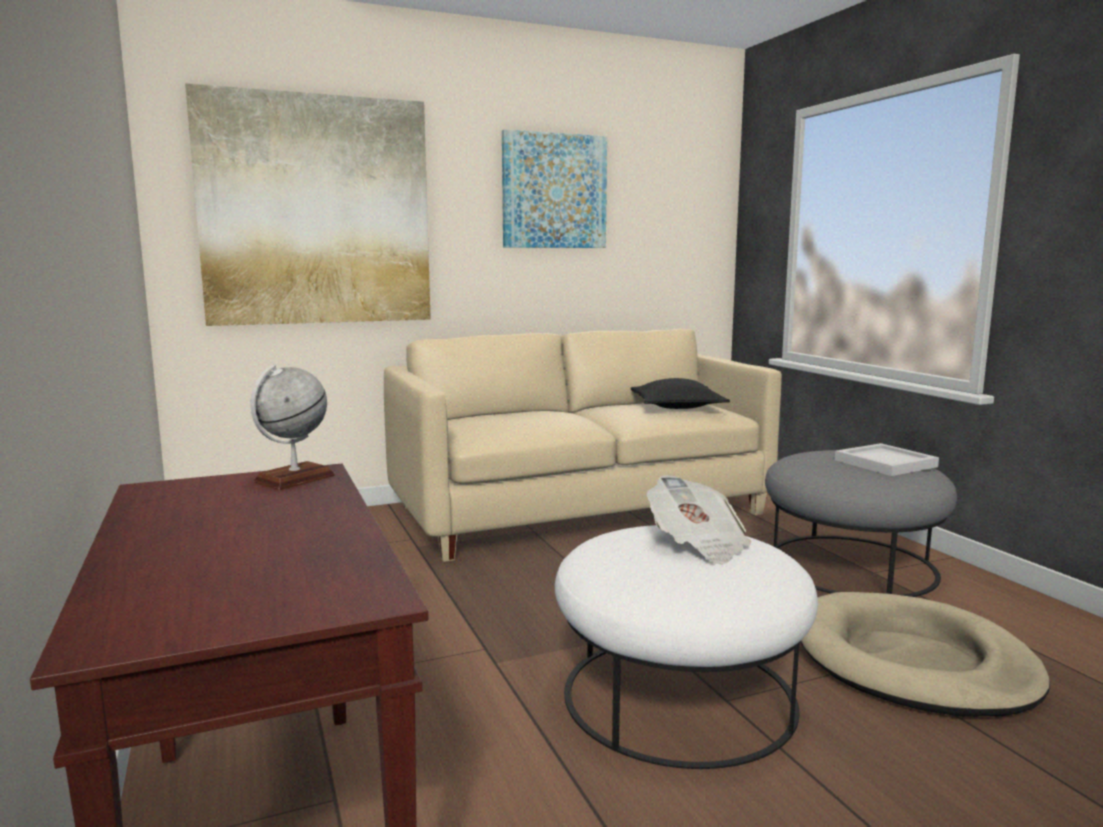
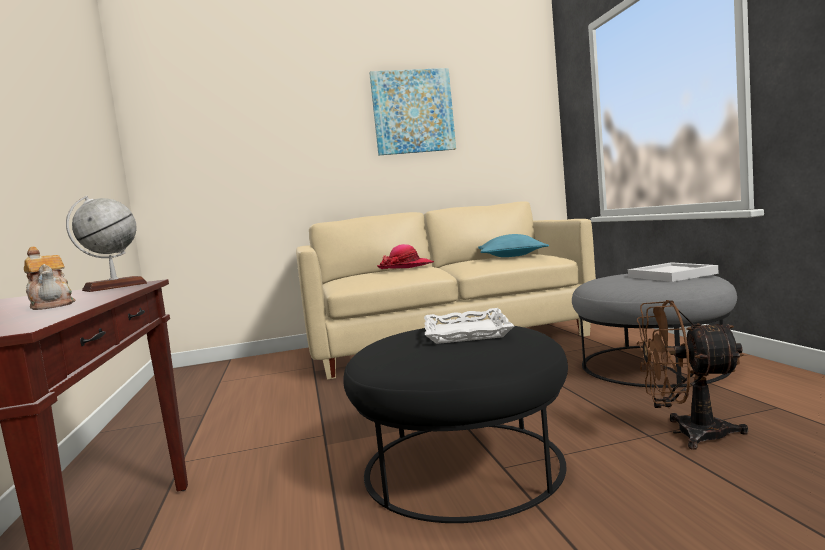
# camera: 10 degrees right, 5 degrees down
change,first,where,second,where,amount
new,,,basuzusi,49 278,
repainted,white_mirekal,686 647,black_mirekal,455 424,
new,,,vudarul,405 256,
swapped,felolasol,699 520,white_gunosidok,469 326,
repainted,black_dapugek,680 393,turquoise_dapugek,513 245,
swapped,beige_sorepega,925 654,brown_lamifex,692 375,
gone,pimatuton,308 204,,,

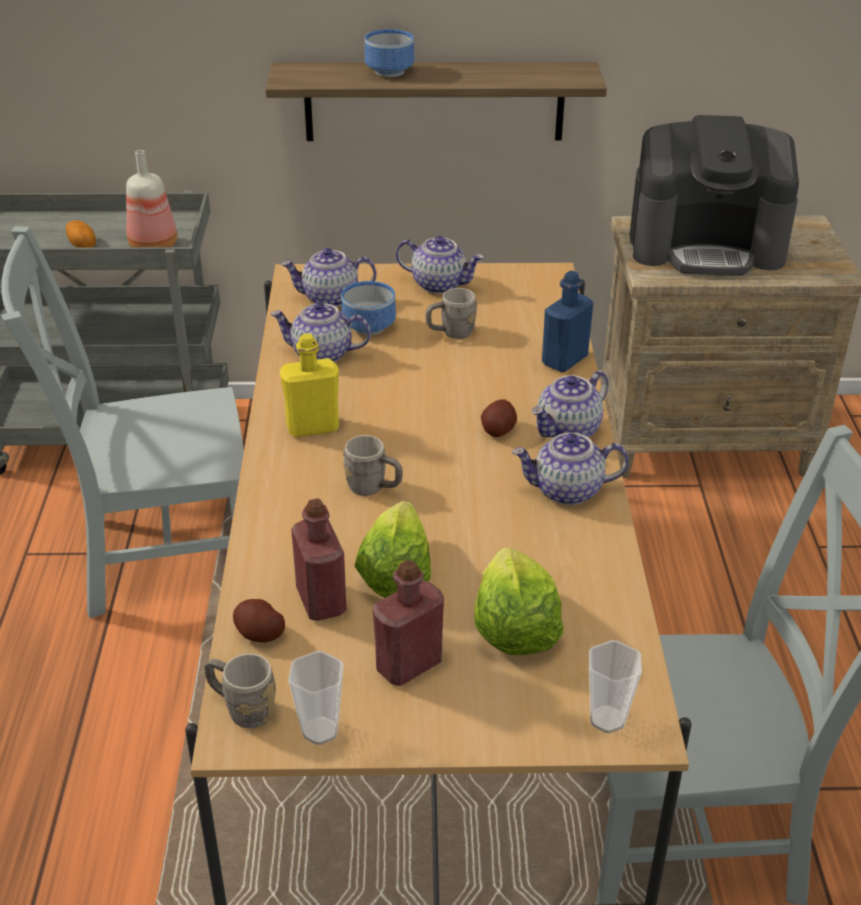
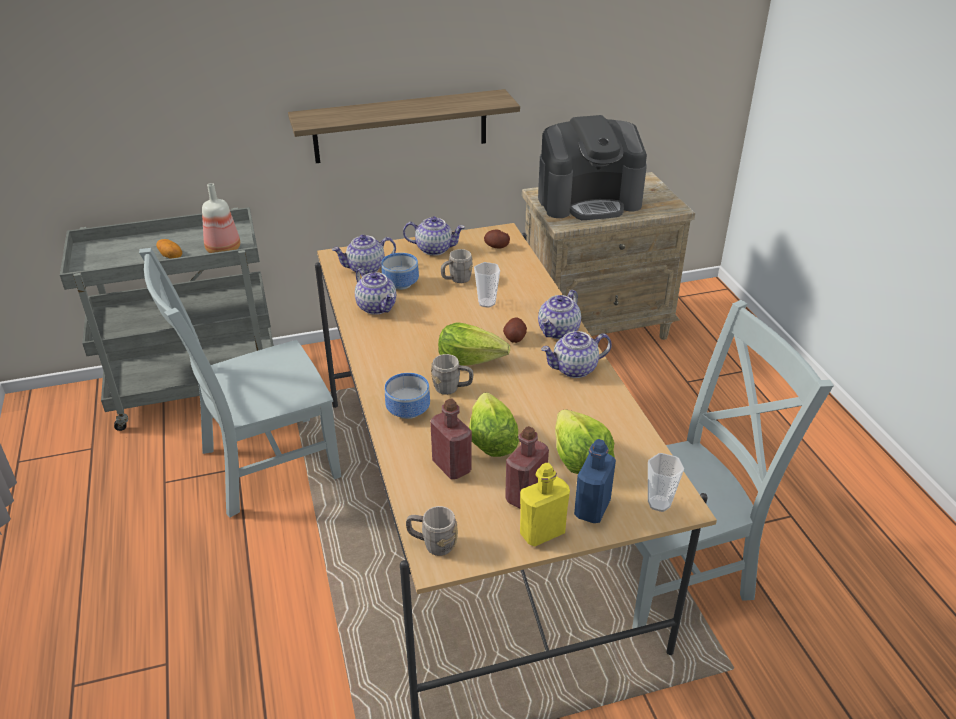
# camera: 15 degrees left, 0 degrees up
change,first,where,second,where,amount
rotated,basuzusi,320 332,,375 291,120 degrees counterclockwise
shifted,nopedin,390 53,,407 396,
new,,,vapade,474 344,
shifted,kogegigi,316 698,,487 285,
shifted,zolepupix,259 621,,497 239,
shifted,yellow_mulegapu,309 385,,545 505,
shifted,blue_mulegapu,567 321,,595 481,

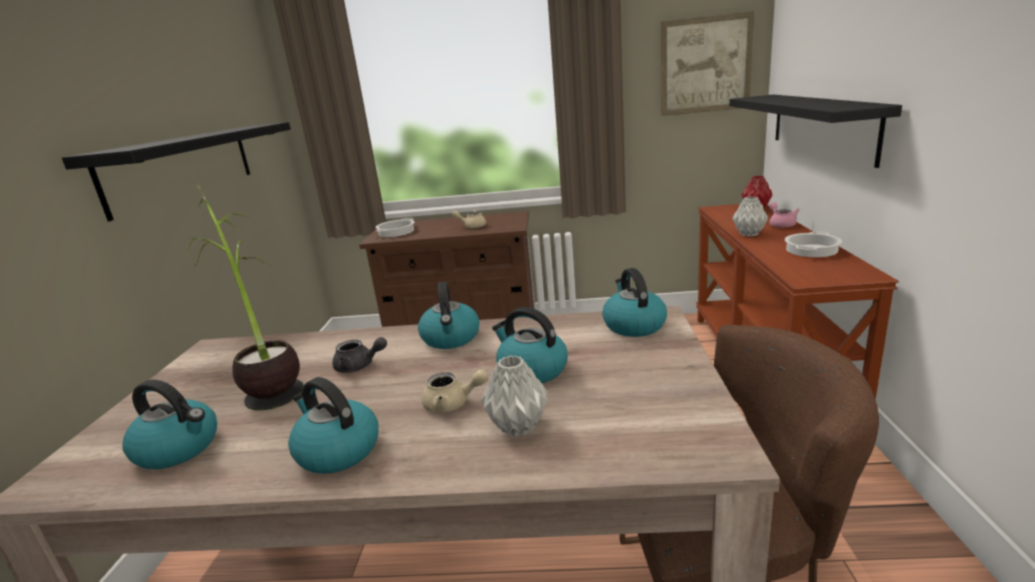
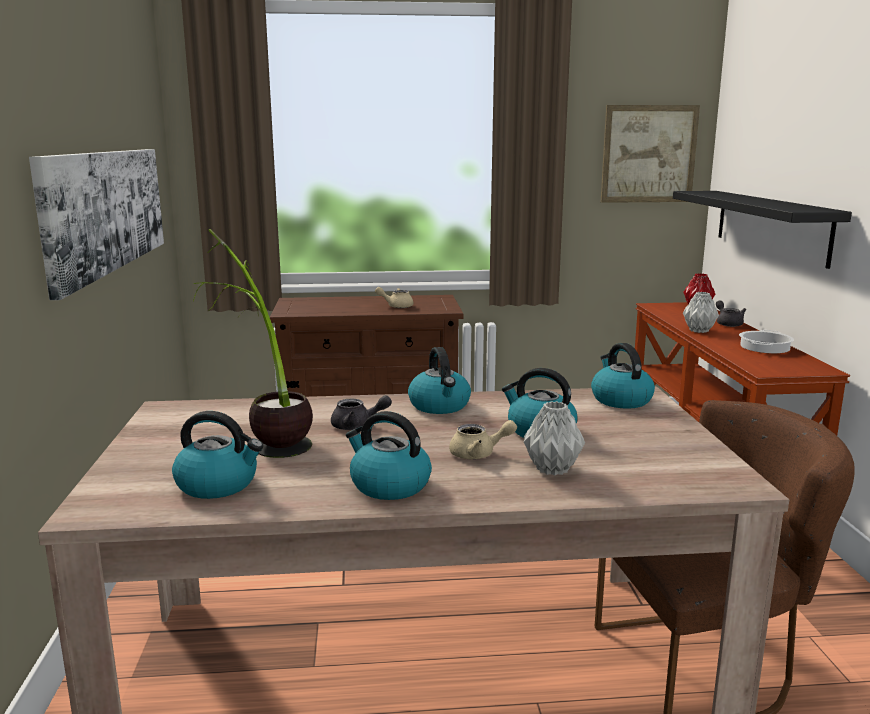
# camera: 10 degrees left, 5 degrees down
change,first,where,second,where,amount
swapped,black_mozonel,176 171,pimatuton,96 224,
repainted,pink_basuzusi,784 215,grey_basuzusi,731 313,
gone,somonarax,394 227,,,

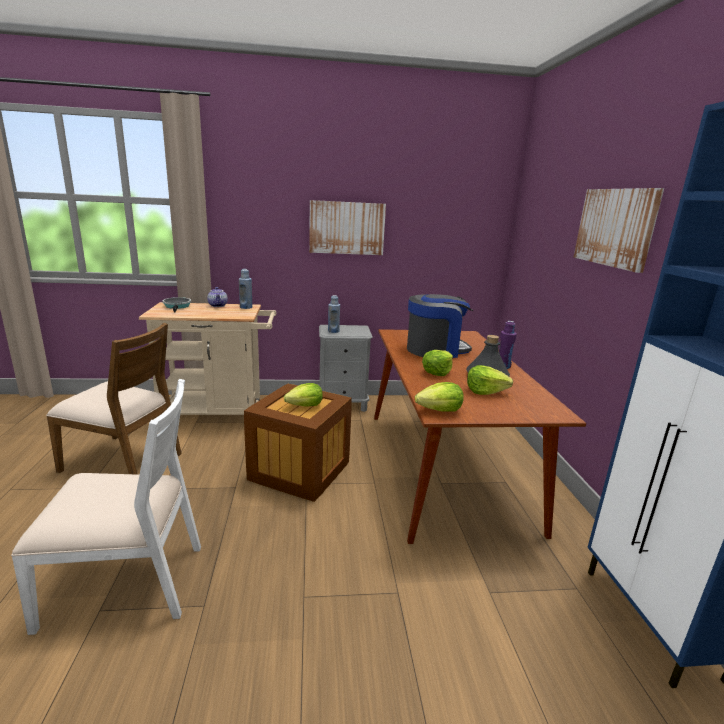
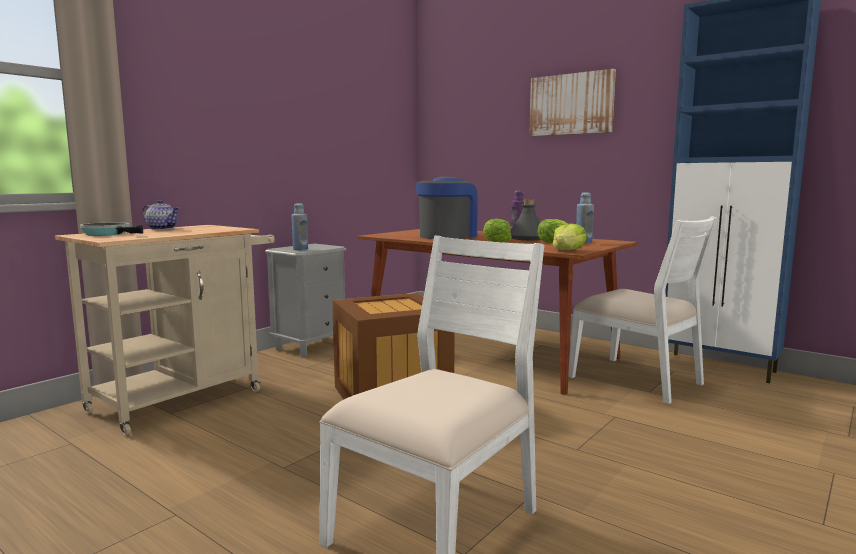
# camera: 45 degrees left, 10 degrees down
change,first,where,second,where,amount
new,,,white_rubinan,642 310,
shifted,blue_mulegapu,245 289,,585 218,
gone,brown_rubinan,114 399,,,
gone,vapade,303 395,,,
gone,pimatuton,347 227,,,

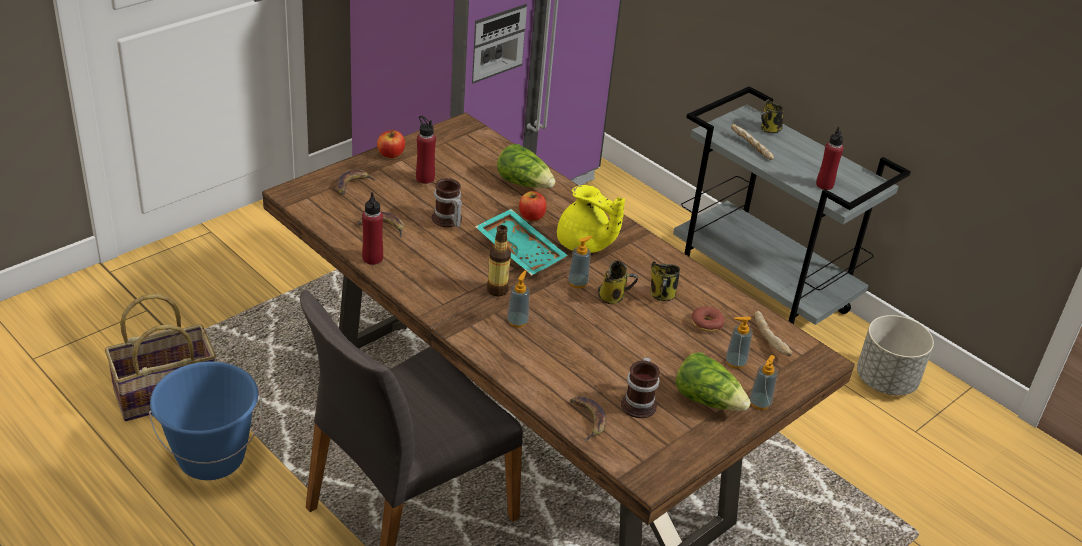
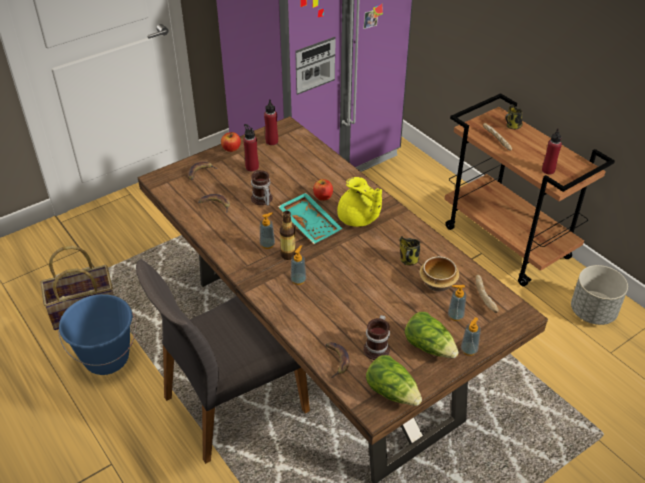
# camera: 10 degrees right, 5 degrees up
change,first,where,second,where,amount
shifted,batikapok,580 262,,267 230,
shifted,red_mulegapu,372 228,,271 122,
shifted,vapade,526 166,,394 380,
swapped,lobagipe,708 319,nopedin,439 274,
repainted,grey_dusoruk,792 205,brown_dusoruk,530 189,
gone,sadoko,618 282,,,

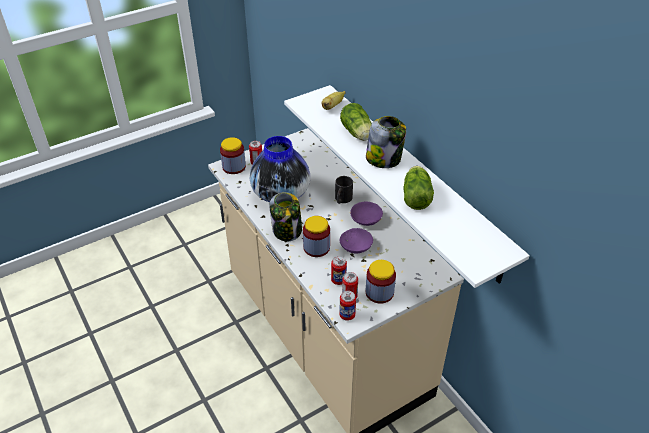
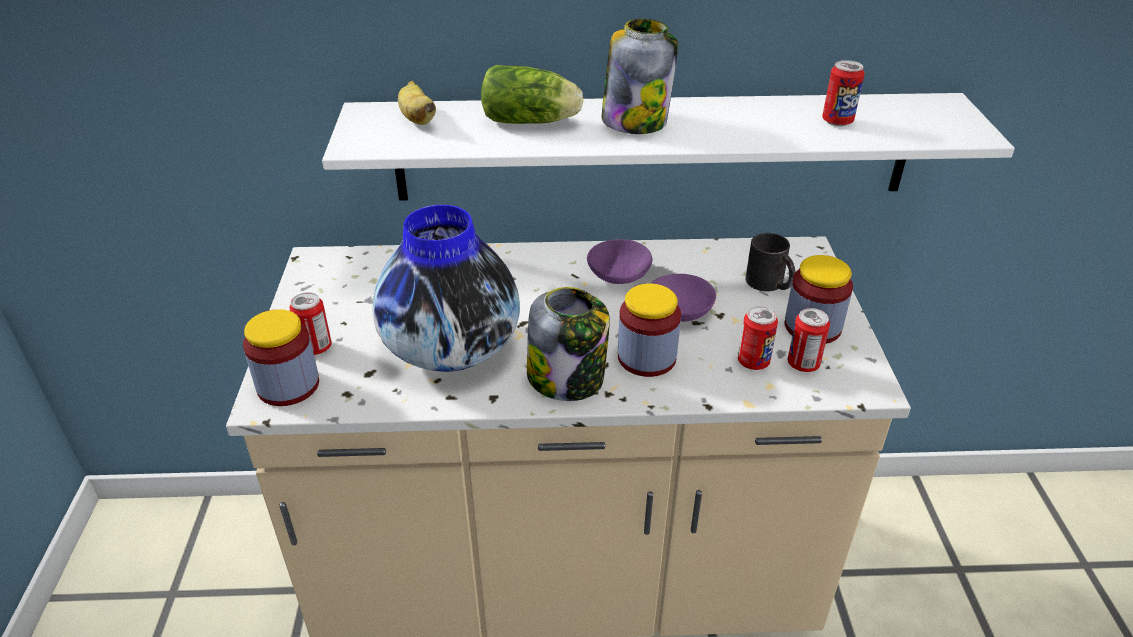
# camera: 60 degrees left, 5 degrees down
change,first,where,second,where,amount
shifted,black_sadoko,344 190,,770 262,
shifted,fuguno,347 306,,843 93,
gone,vapade,418 188,,,

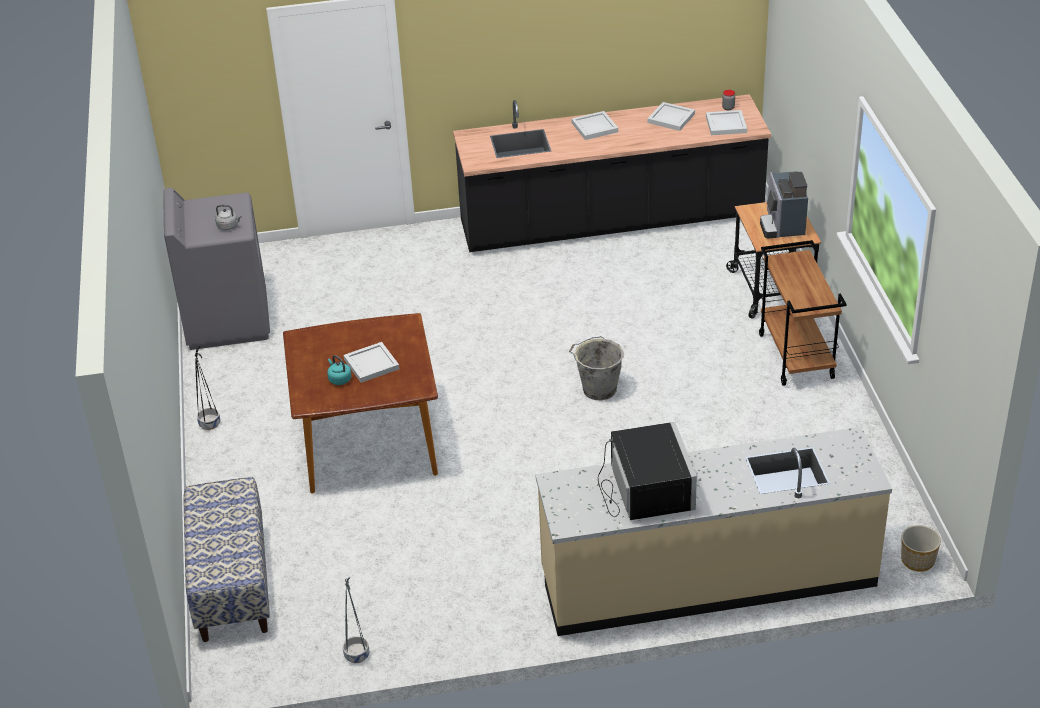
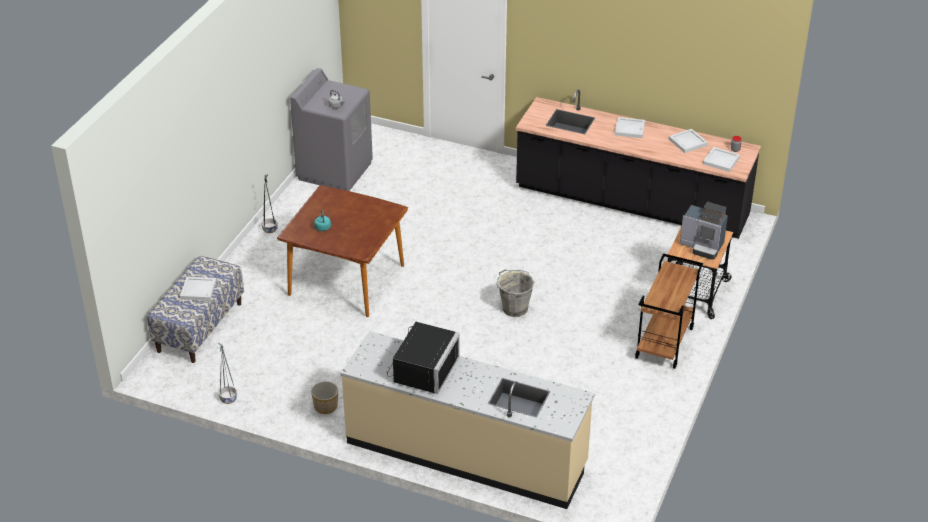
# camera: 30 degrees right, 0 degrees up
change,first,where,second,where,amount
shifted,white_gunosidok,371 362,,198 289,
shifted,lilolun,921 548,,324 397,
rotated,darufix,784 204,,704 231,90 degrees counterclockwise

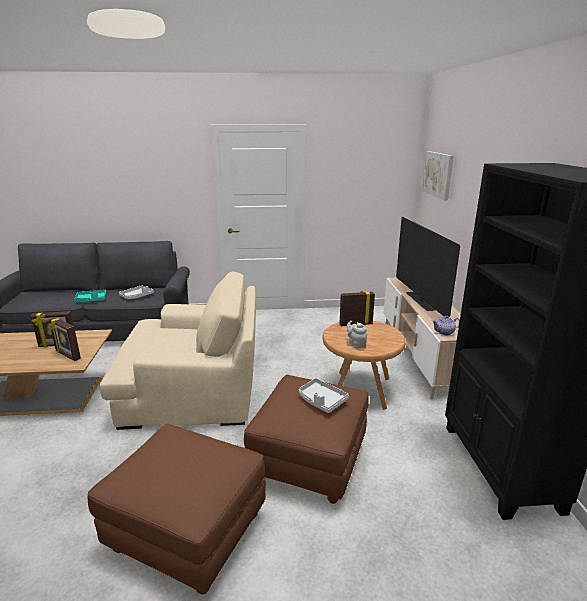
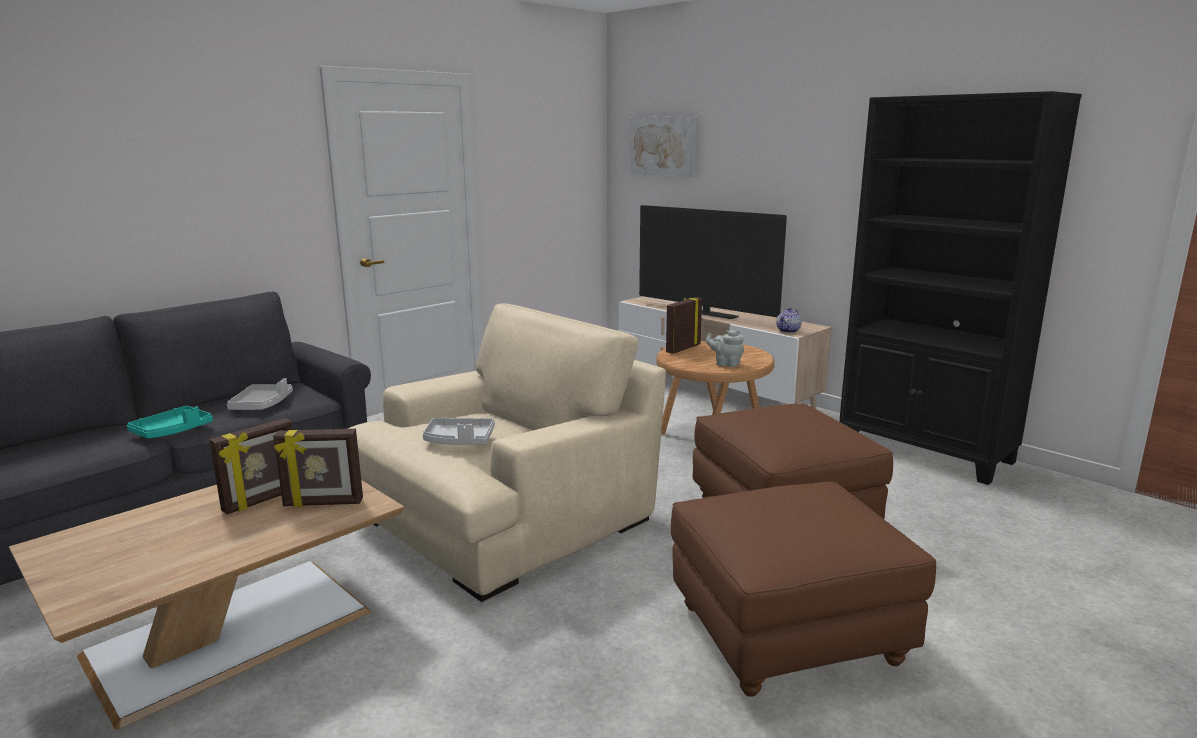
# camera: 40 degrees left, 5 degrees down
change,first,where,second,where,amount
shifted,grey_gunosidok,324 395,,459 431,

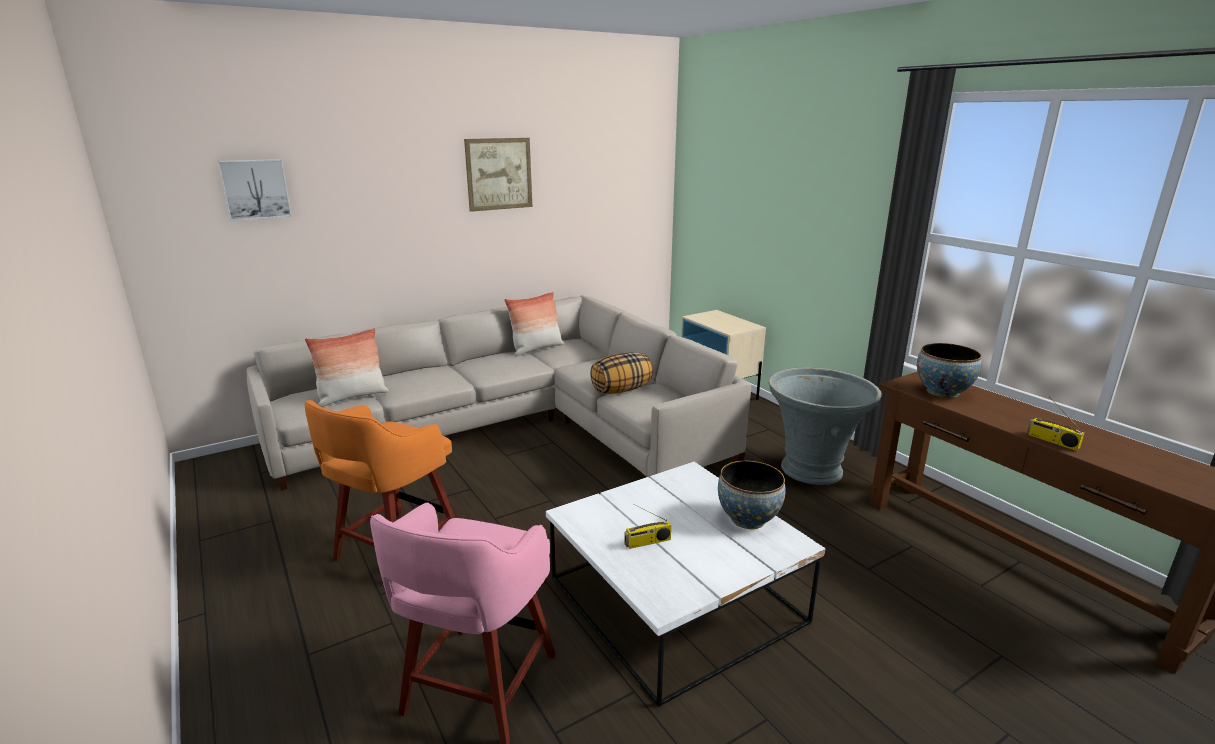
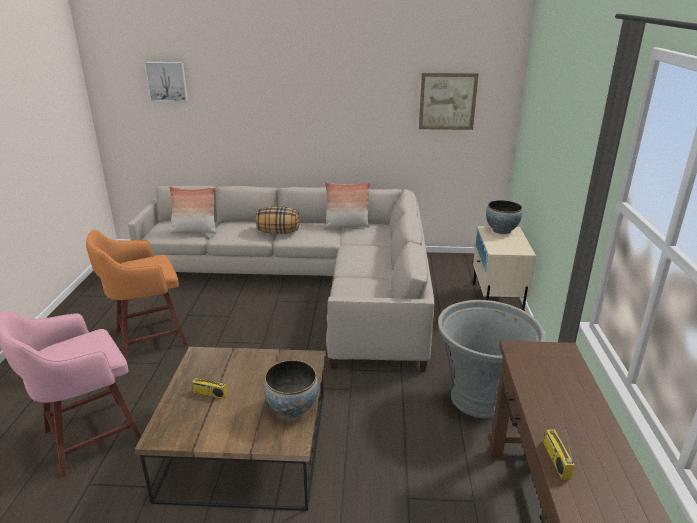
# camera: 35 degrees right, 5 degrees up
change,first,where,second,where,amount
repainted,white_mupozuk,686 584,brown_mupozuk,230 429,
shifted,dapugek,621 373,,278 220,
shifted,pimatuton,498 175,,448 101,
shifted,nopedin,949 370,,504 217,

